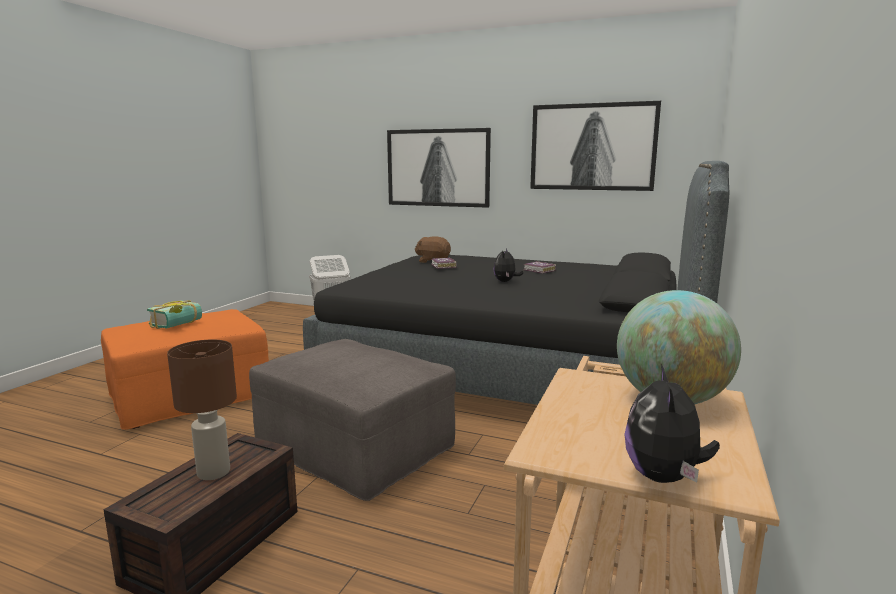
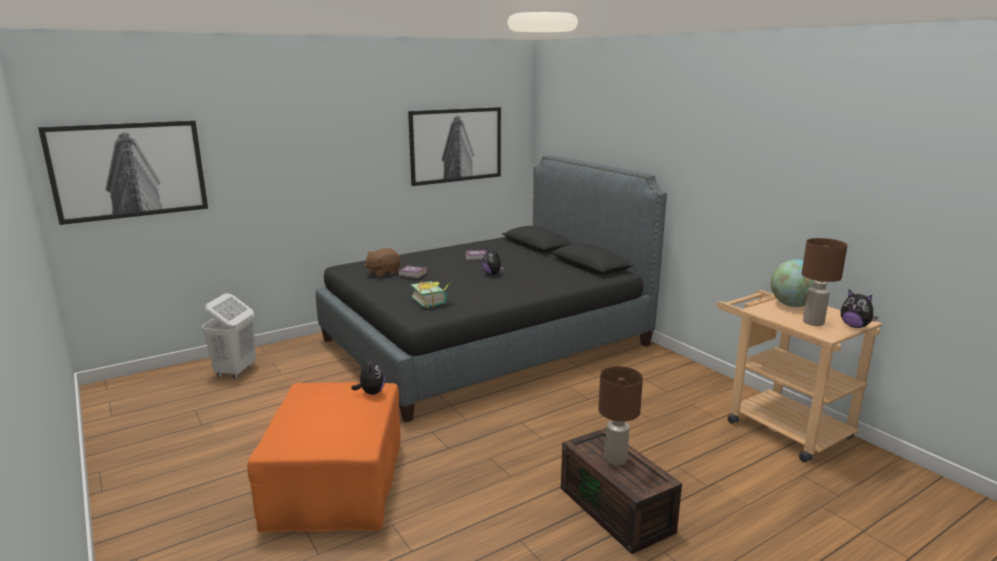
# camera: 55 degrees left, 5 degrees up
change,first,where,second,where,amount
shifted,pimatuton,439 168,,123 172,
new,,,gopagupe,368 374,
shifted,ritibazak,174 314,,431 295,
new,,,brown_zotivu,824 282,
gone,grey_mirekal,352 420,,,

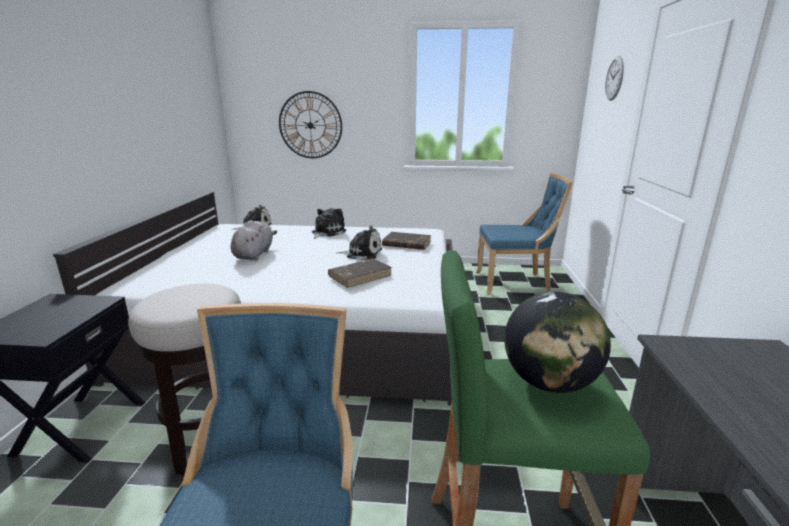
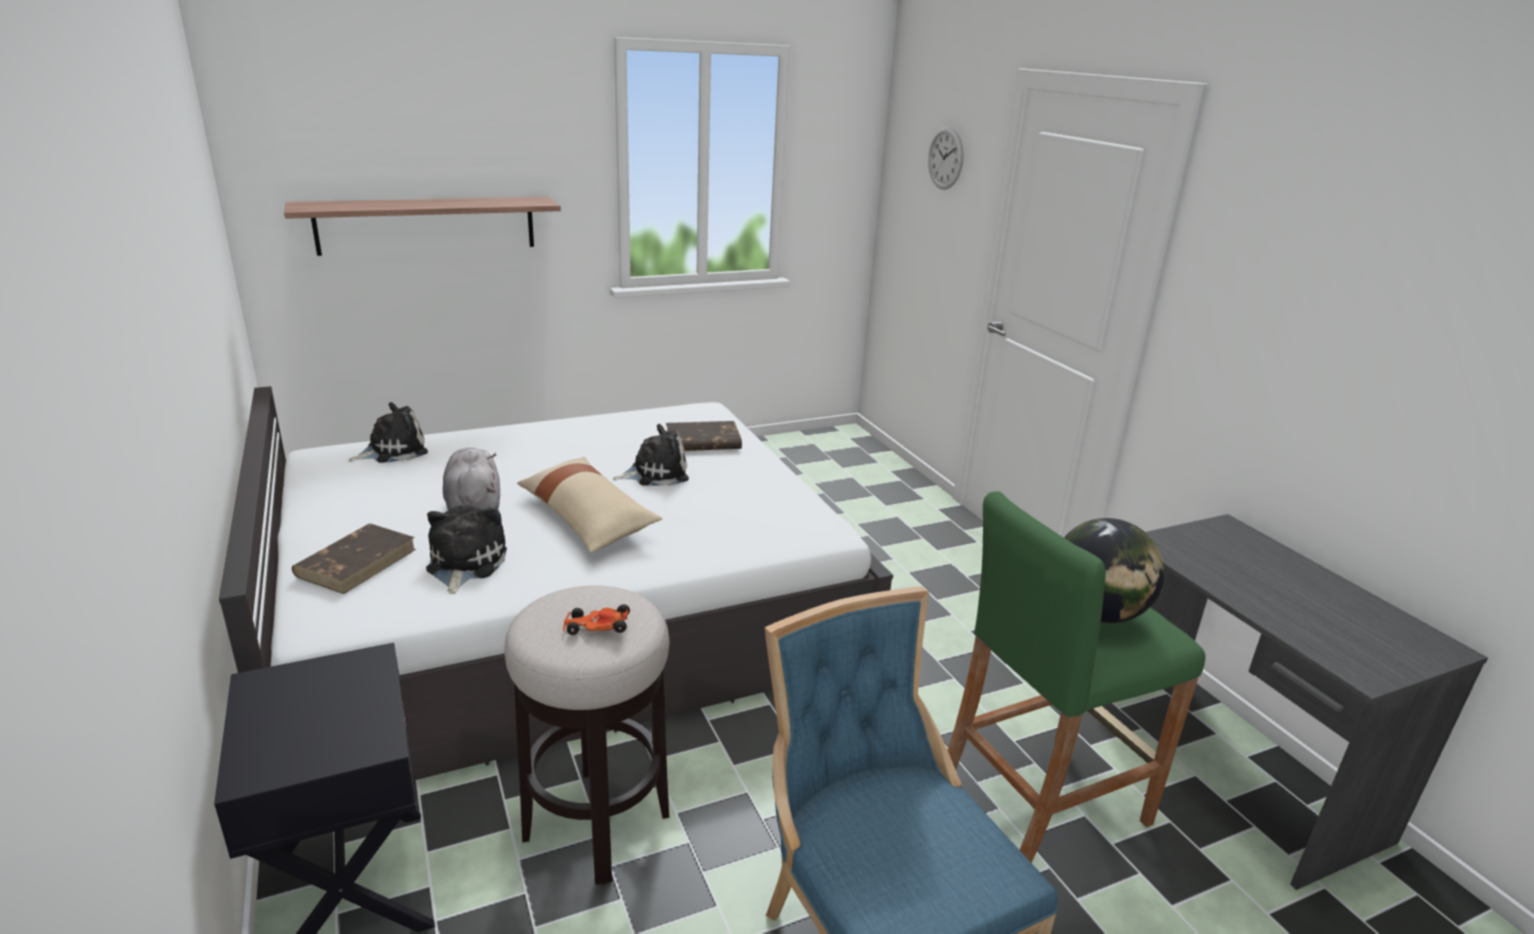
# camera: 30 degrees left, 5 degrees up
change,first,where,second,where,amount
swapped,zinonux,310 124,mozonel,422 226,
shifted,brown_ritibazak,360 273,,354 559,
shifted,gopagupe,329 223,,466 549,
new,,,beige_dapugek,589 505,
new,,,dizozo,596 619,
gone,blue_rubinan,524 233,,,

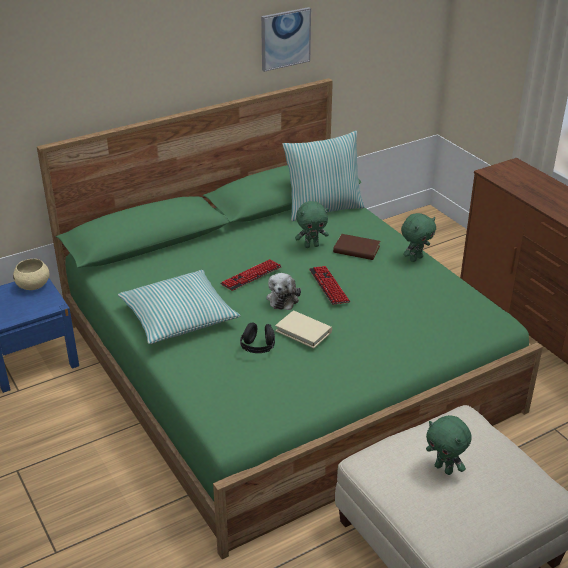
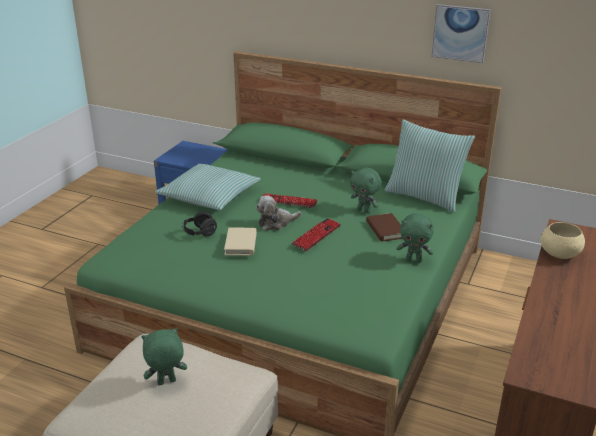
# camera: 55 degrees right, 5 degrees down
change,first,where,second,where,amount
rotated,green_gopagupe,449 445,,164 356,60 degrees clockwise
shifted,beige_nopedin,31 274,,563 240,

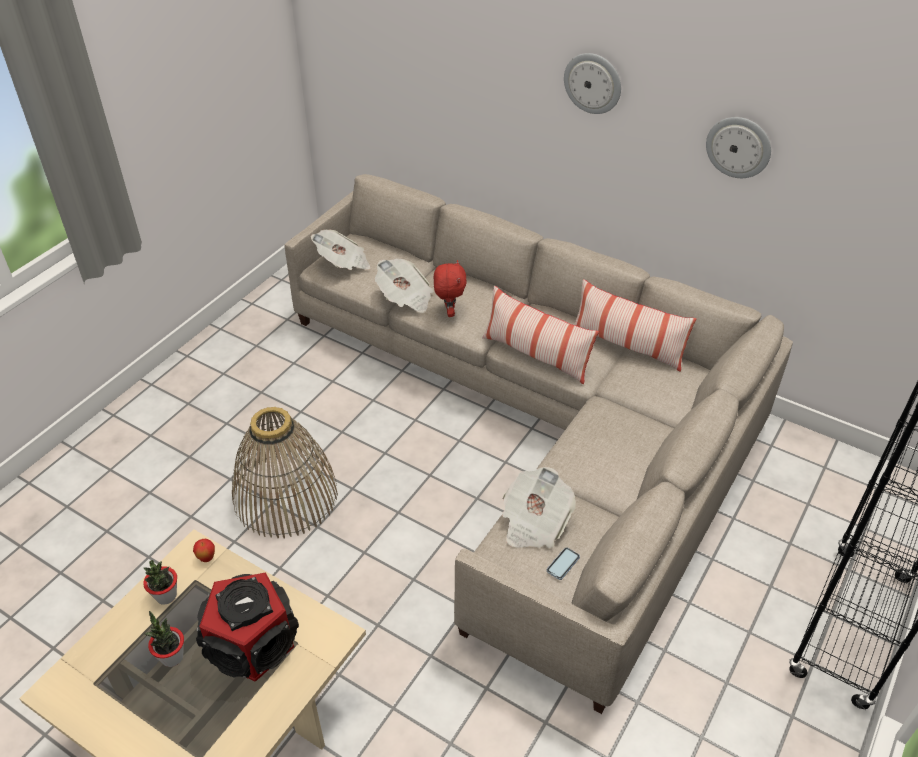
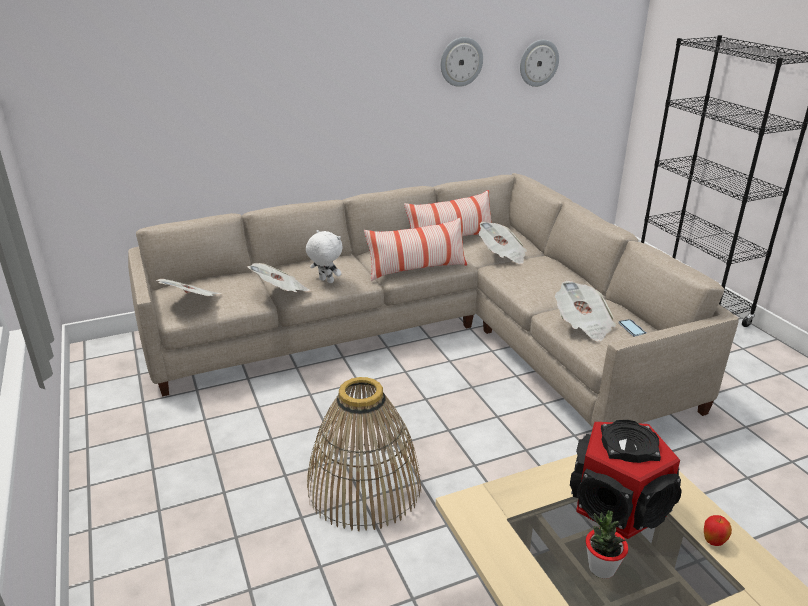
# camera: 55 degrees left, 15 degrees down
change,first,where,second,where,amount
repainted,red_gopagupe,450 288,white_gopagupe,324 256,
new,,,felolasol,503 242,
shifted,zinonux,592 83,,539 63,
shifted,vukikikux,204 550,,718 530,
gone,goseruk,160 582,,,

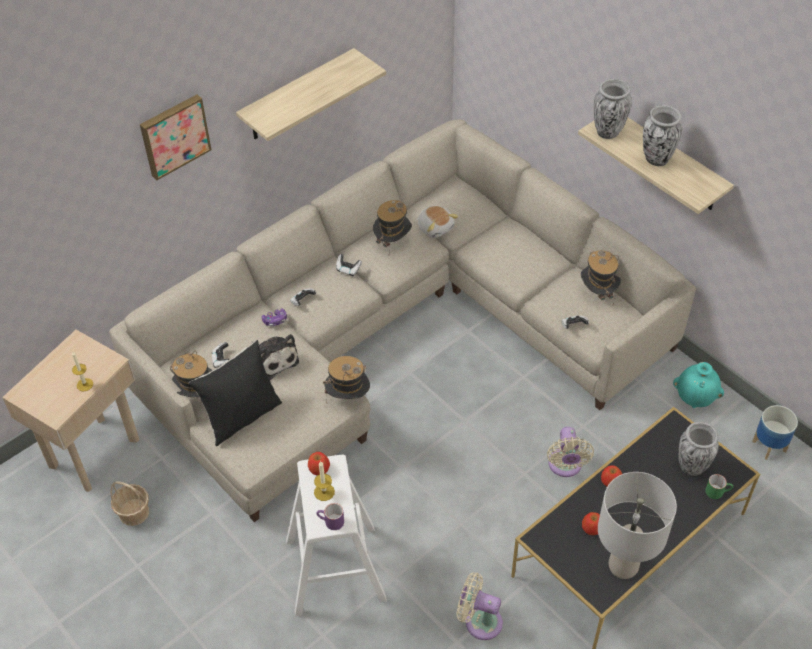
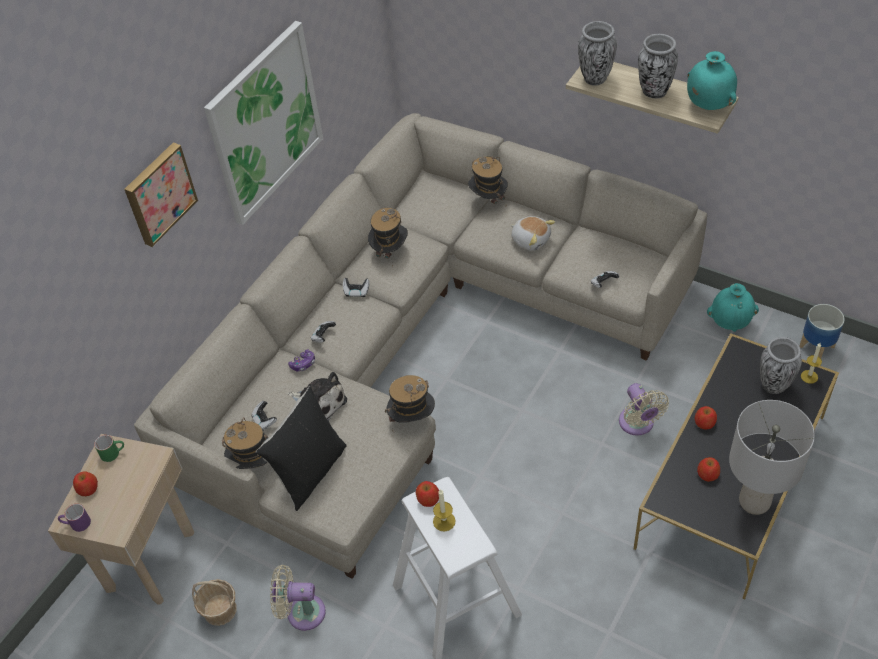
# camera: 15 degrees left, 0 degrees up
change,first,where,second,where,amount
shifted,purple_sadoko,330 516,,74 517,
new,,,vukikikux,85 483,
shifted,green_sadoko,719 486,,109 448,
swapped,mozonel,311 94,pimatuton,263 123,
shifted,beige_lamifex,480 606,,298 598,
shifted,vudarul,601 277,,488 180,
shifted,gopagupe,438 222,,533 233,
new,,,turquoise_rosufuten,712 80,
shifted,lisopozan,82 371,,811 363,

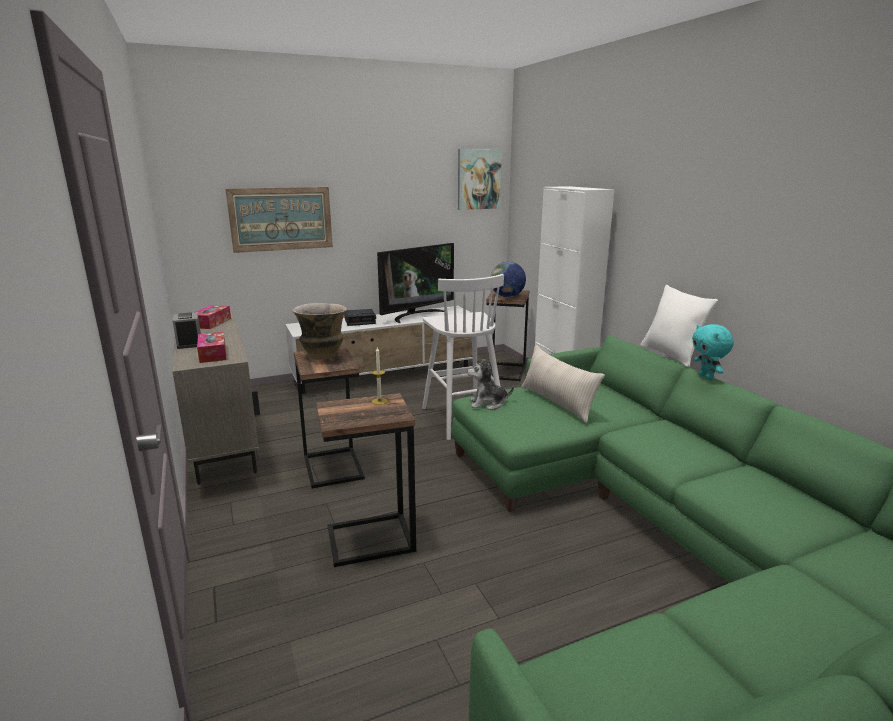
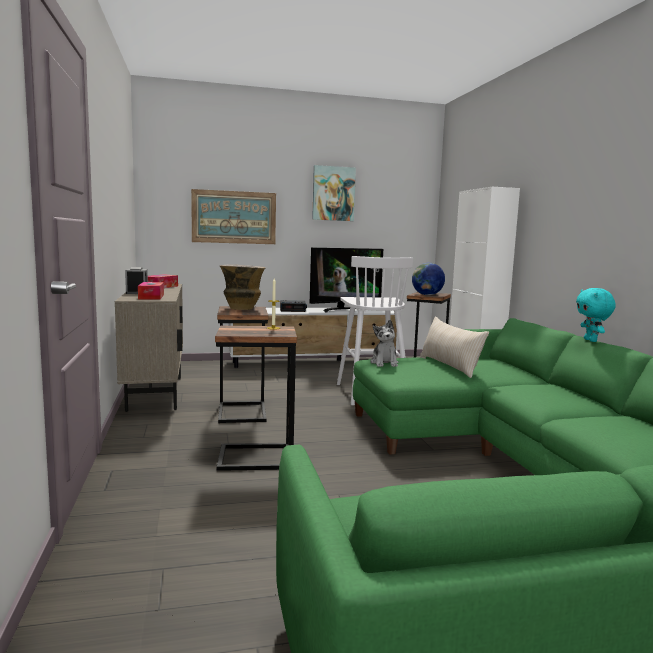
# camera: 10 degrees right, 10 degrees down
change,first,where,second,where,amount
shifted,pimatuton,480 179,,334 193,
rotated,gopagupe,490 384,,384 343,105 degrees counterclockwise
gone,white_dapugek,679 326,,,

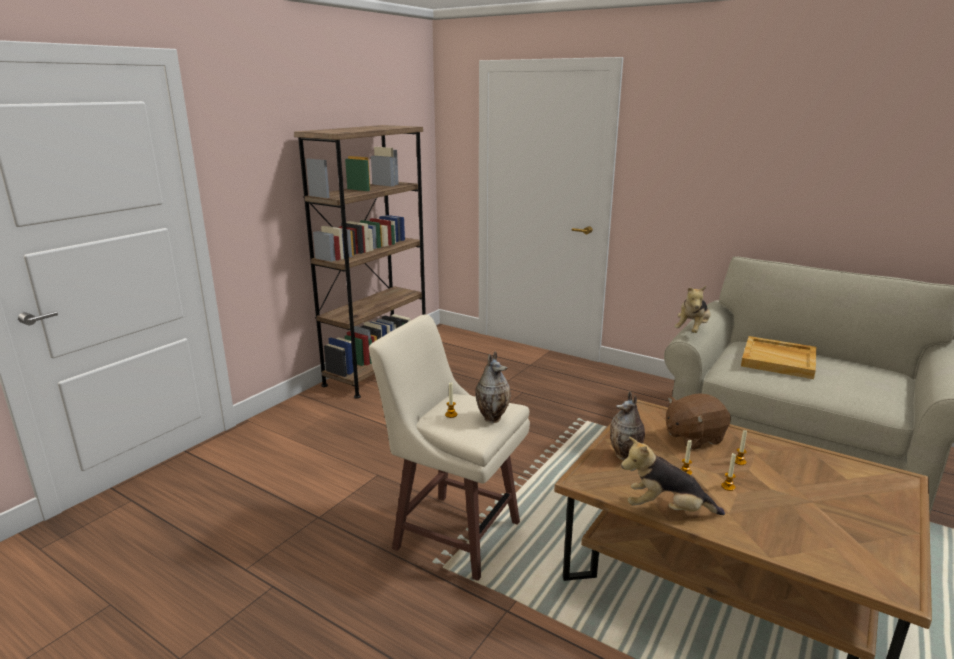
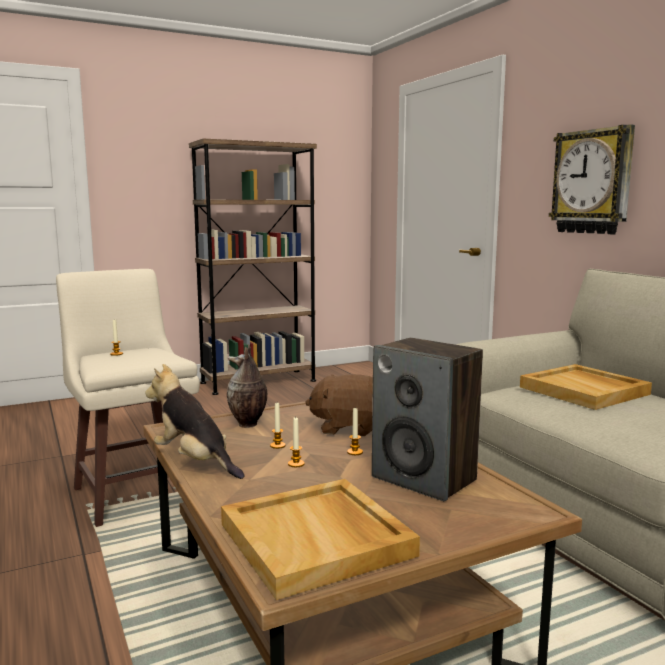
# camera: 30 degrees right, 10 degrees down
change,first,where,second,where,amount
new,,,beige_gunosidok,320 539,
new,,,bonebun,427 419,
new,,,zinonux,592 179,
gone,rosufuten,493 387,,,
gone,gopagupe,693 309,,,

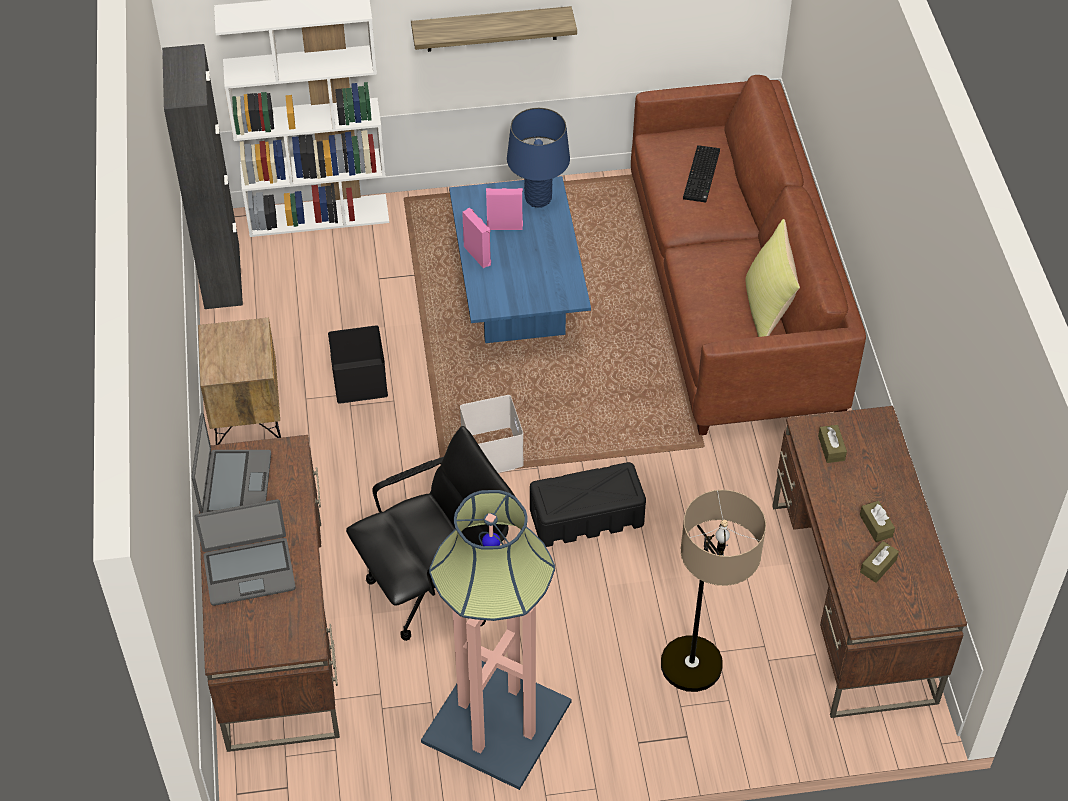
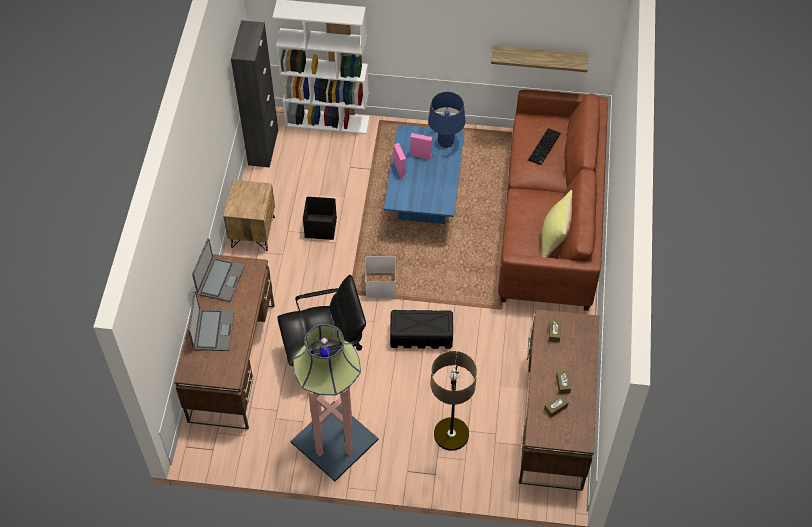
# camera: 15 degrees right, 5 degrees up
change,first,where,second,where,amount
rotated,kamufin,245 552,,211 321,90 degrees counterclockwise
shifted,mozonel,494 29,,540 58,

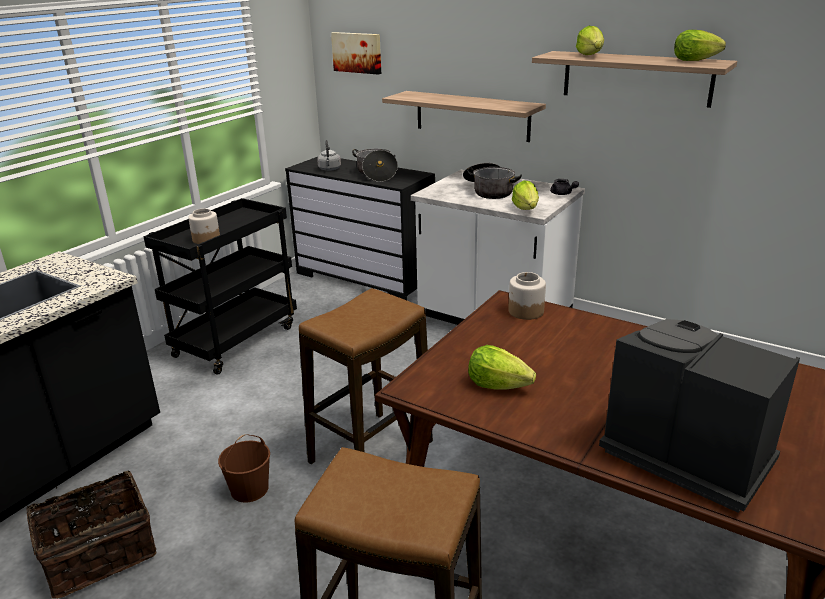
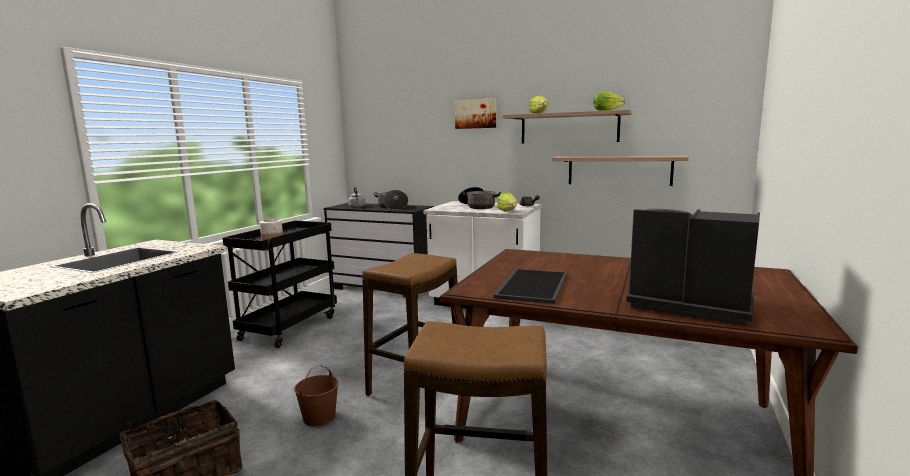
# camera: 10 degrees left, 15 degrees down
change,first,where,second,where,amount
shifted,pimatuton,356 53,,475 113,
swapped,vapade,502 367,gunosidok,530 286,
shifted,mozonel,464 116,,620 170,
gone,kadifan,527 296,,,

